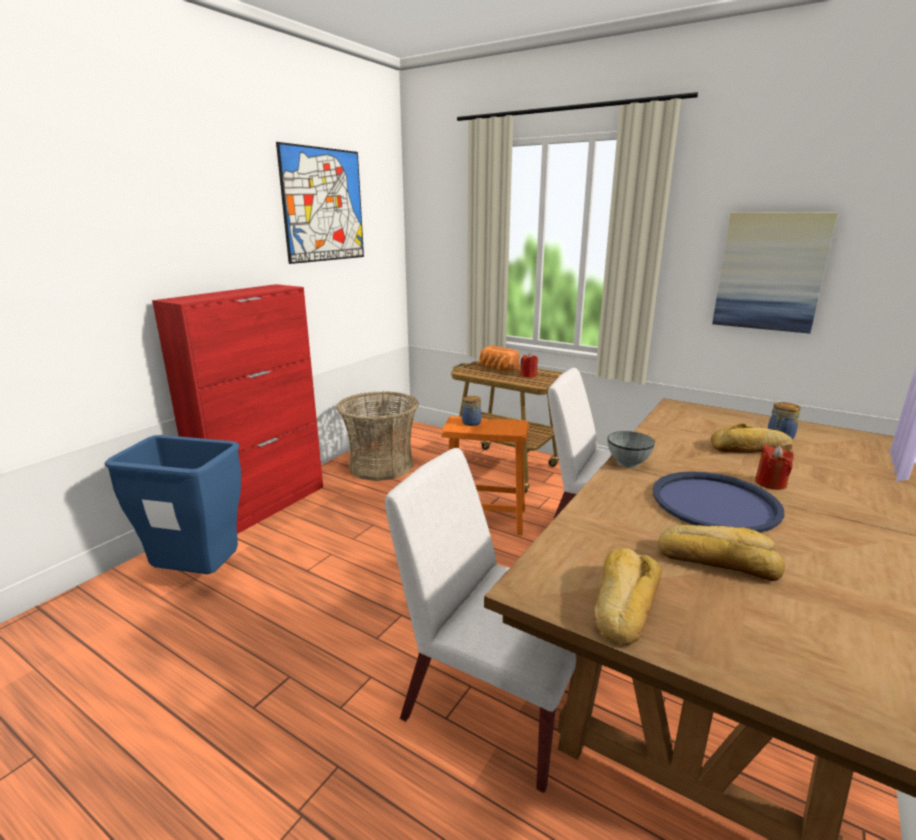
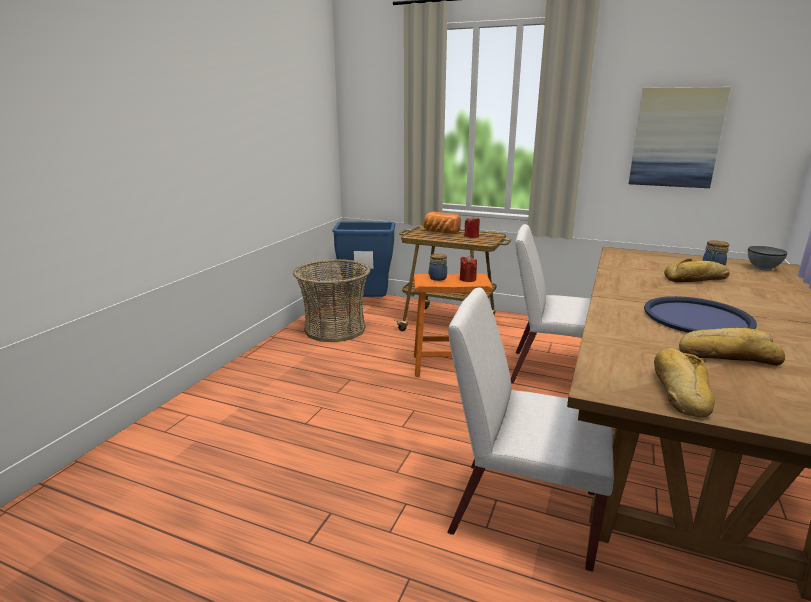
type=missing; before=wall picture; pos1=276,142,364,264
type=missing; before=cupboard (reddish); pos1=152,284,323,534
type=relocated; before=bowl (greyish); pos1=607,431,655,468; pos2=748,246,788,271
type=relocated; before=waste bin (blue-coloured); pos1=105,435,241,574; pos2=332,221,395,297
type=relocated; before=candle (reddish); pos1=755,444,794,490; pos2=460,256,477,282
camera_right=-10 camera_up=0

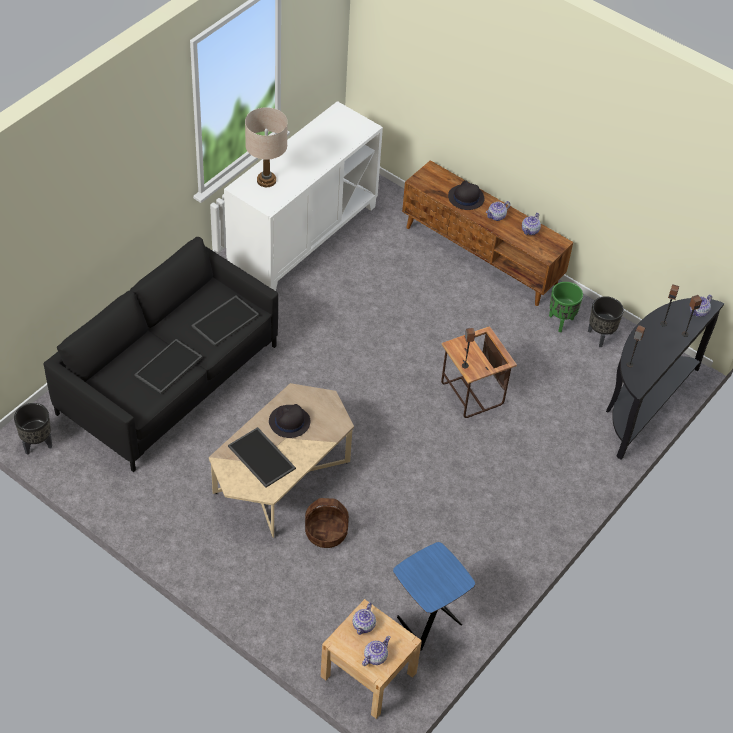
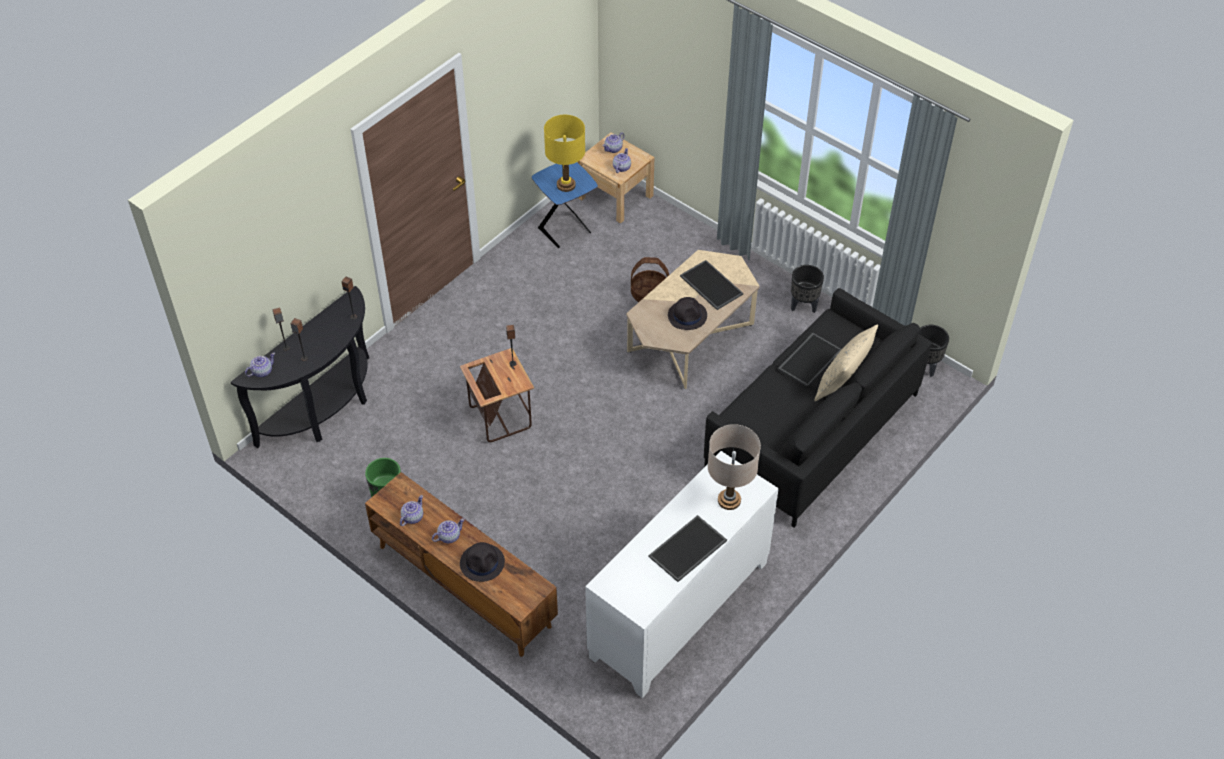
type=relocated; before=tray; pos1=191,295,259,346; pos2=648,515,727,582
type=relocated; before=planter (black-coloured); pos1=588,296,624,347; pos2=791,265,824,313
type=appeared; after=tabletop lamp (yellowish); pos2=544,115,585,192
type=appeared; after=throw pillow (beige-coloured); pos2=814,324,878,401
camera_right=-175 camera_up=0

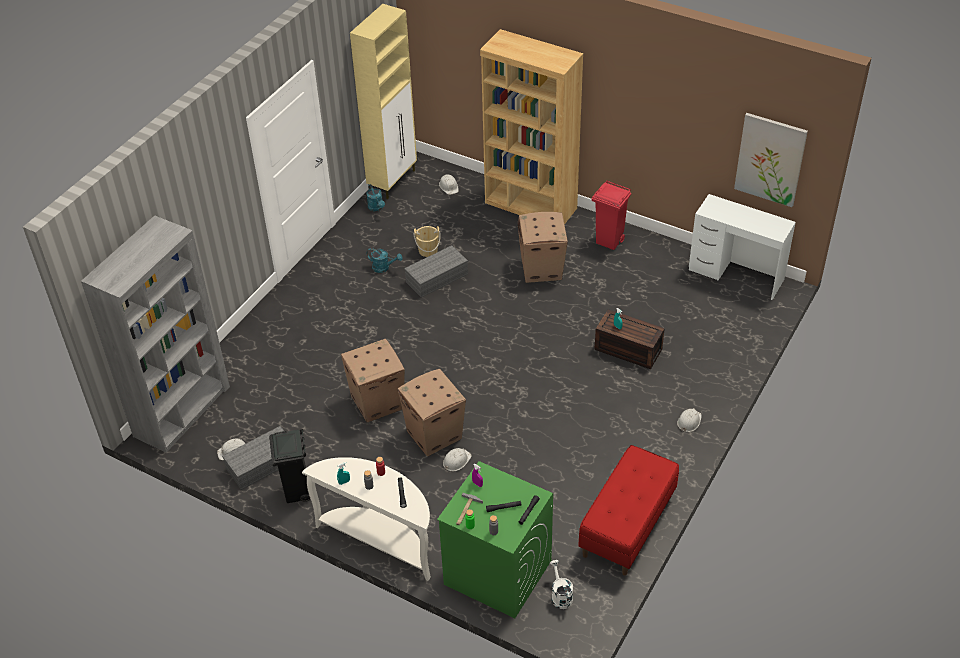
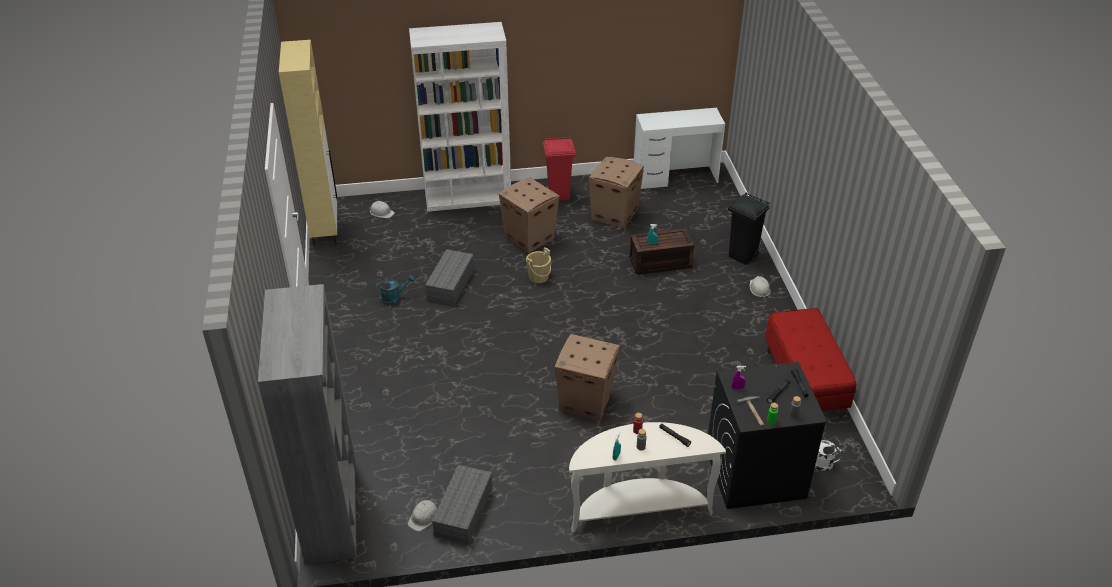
type=colour; before=shelving unit (brownish); after=shelving unit (whitish); pos1=480,29,583,225; pos2=409,22,511,212
type=missing; before=wall picture; pos1=734,113,808,207
type=missing; before=sprinkling can (turquoise-coloured); pos1=366,184,385,212
type=relocated; before=bucket (beige-coloured); pos1=413,226,440,257; pos2=526,247,551,283
type=relocated; before=packing box; pos1=341,339,405,422; pos2=589,157,644,228
type=relocated; before=waste bin (black-coloured); pos1=269,429,310,503; pos2=728,192,770,265
type=missing; before=safety helmet (whitish); pos1=443,448,472,471
type=colour; before=laundry machine (green-coloured); after=laundry machine (black-coloured); pos1=437,461,553,618; pos2=708,362,827,509
camera_right=-40 camera_up=-5

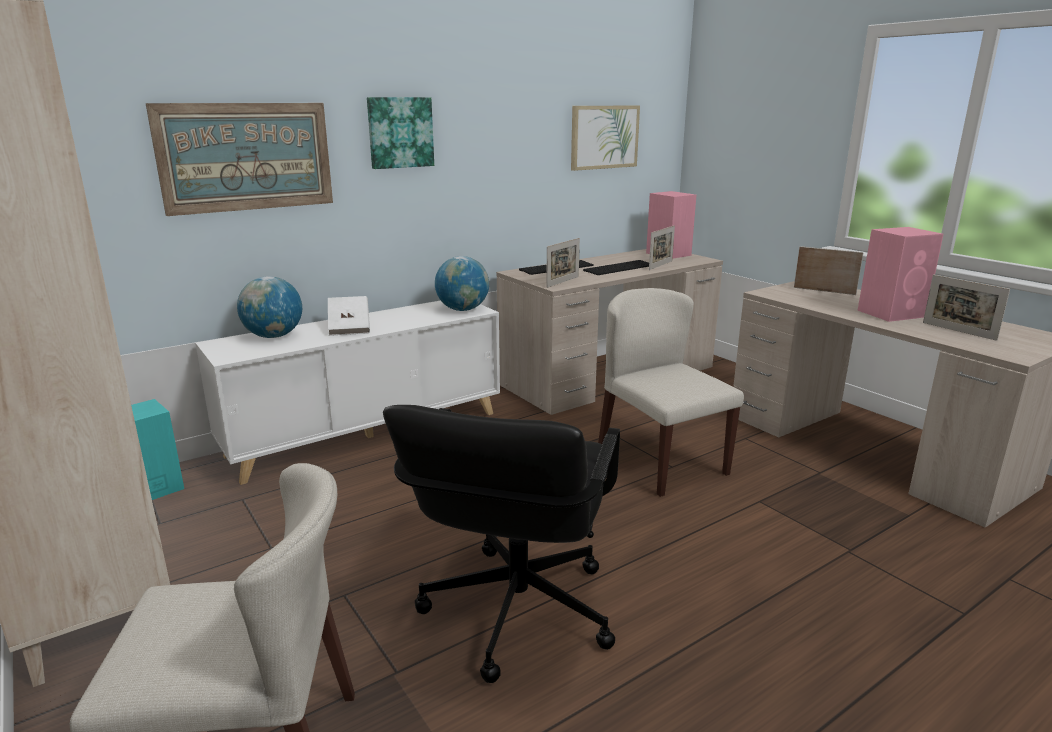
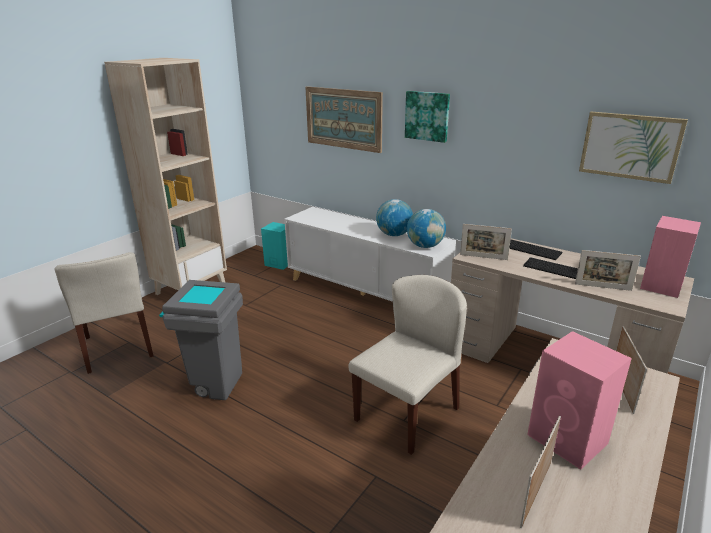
type=relocated; before=desk globe; pos1=237,276,302,338; pos2=376,199,413,236
type=missing; before=volume (whitish); pos1=328,296,370,336
type=exchanged; before=desk chair (black-coloured); after=waste bin (greyish); pos1=383,405,620,683; pos2=159,280,243,400
camera_right=70 camera_up=5

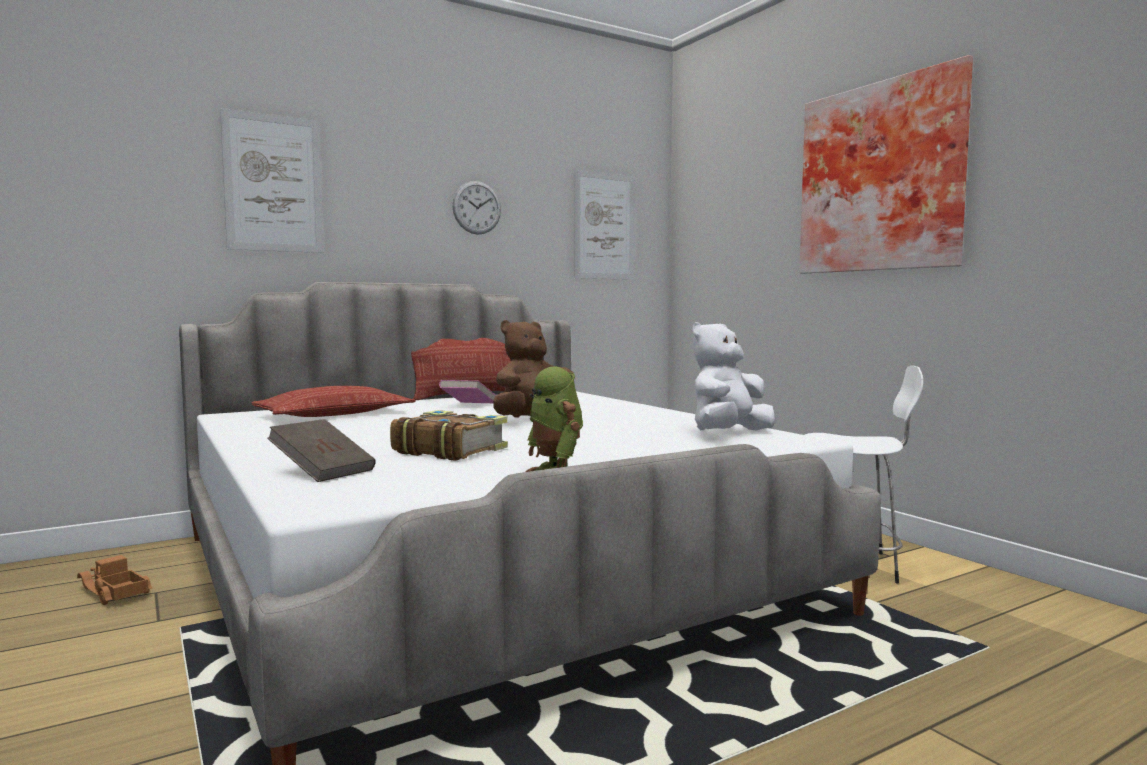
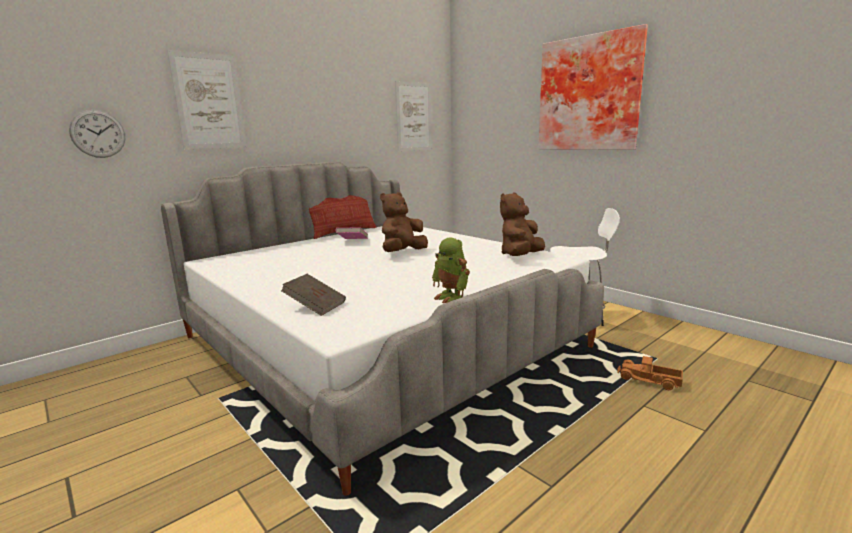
type=relocated; before=clock on the wall; pos1=452,181,501,235; pos2=69,110,125,158
type=colour; before=plush toy (whitish); after=plush toy (brownish); pos1=692,322,775,431; pos2=500,192,545,256
type=missing; before=throw pillow; pos1=252,386,415,417
type=missing; before=volume; pos1=390,410,508,461
type=relocated; before=model truck; pos1=77,555,152,605; pos2=617,356,683,390
camera_right=-10 camera_up=10

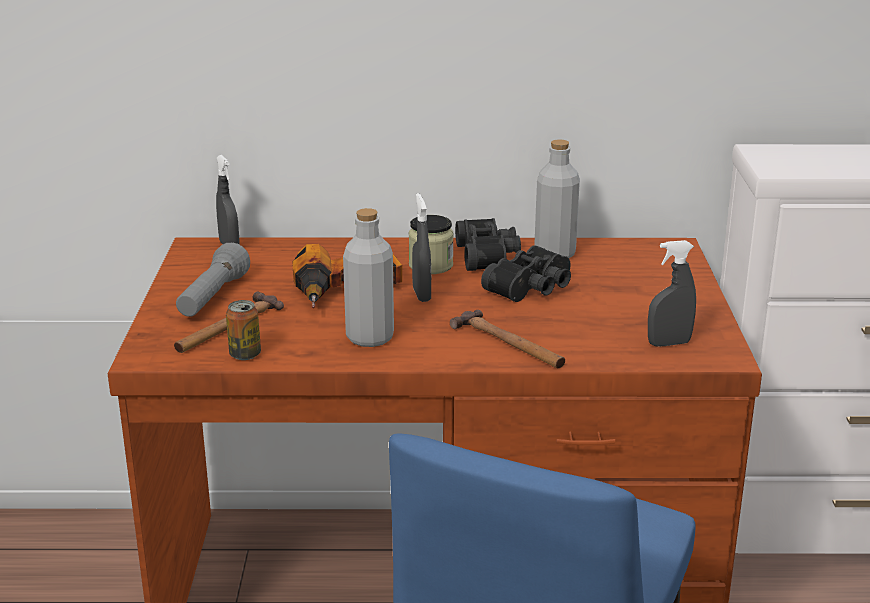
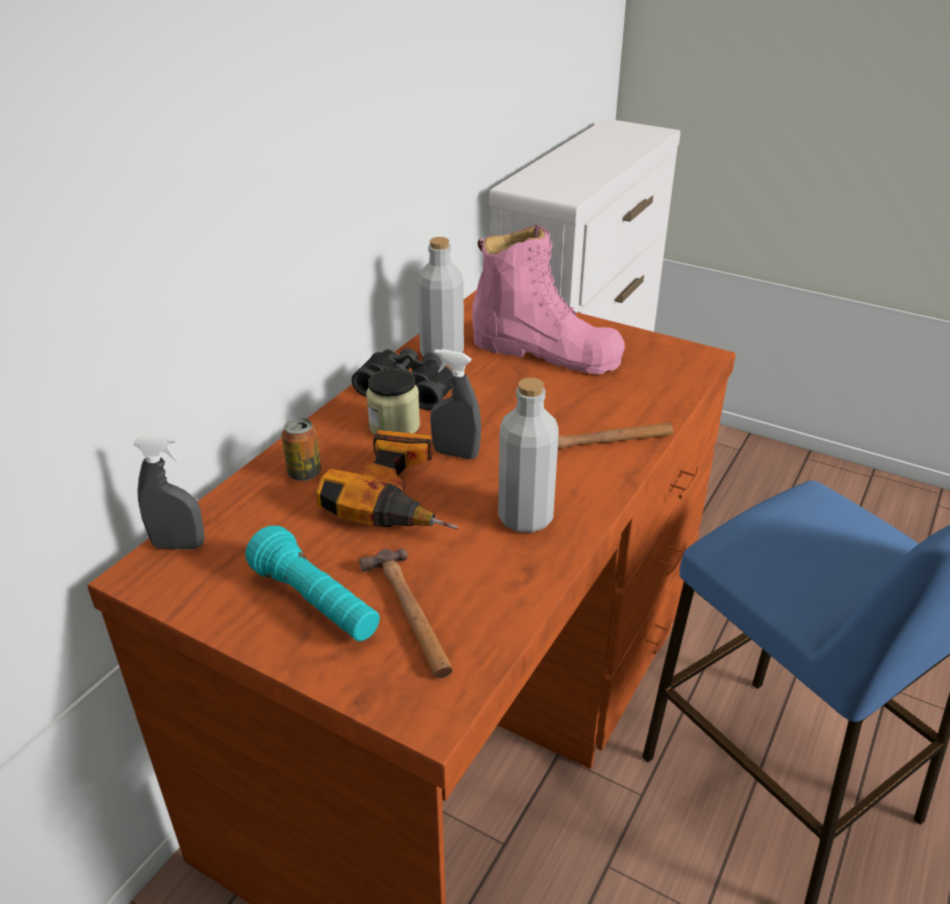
type=missing; before=spray bottle (greyish); pos1=648,240,696,346
type=colour; before=torch (greyish); after=torch (turquoise-coloured); pos1=176,243,250,317; pos2=245,526,380,641
type=missing; before=field glasses (black-coloured); pos1=481,245,571,302
type=relocated; before=sealed can; pos1=226,300,261,360; pos2=281,418,321,481
type=appeared; after=high-top boot (pink); pos2=472,225,625,375
camera_right=-60 camera_up=10

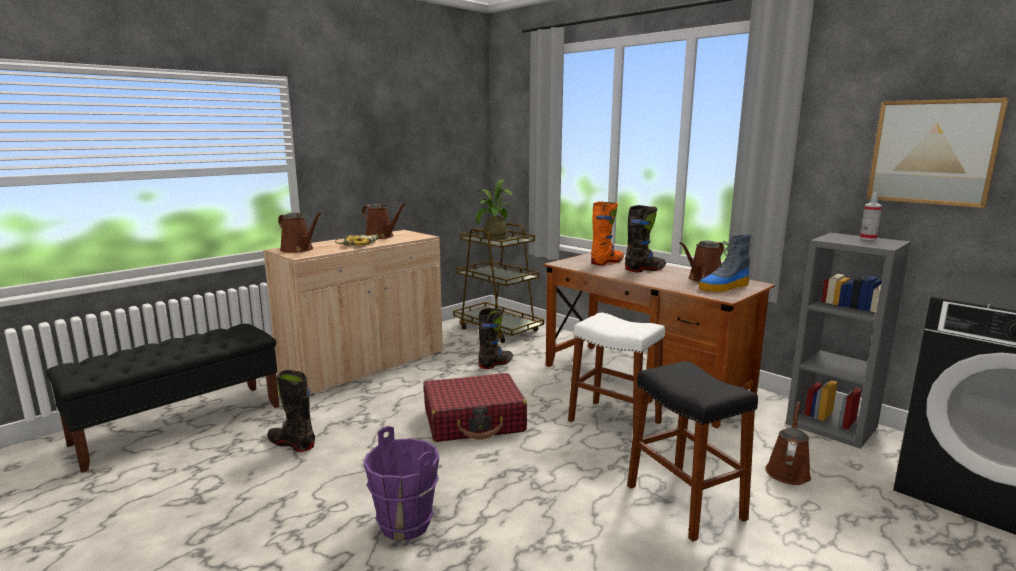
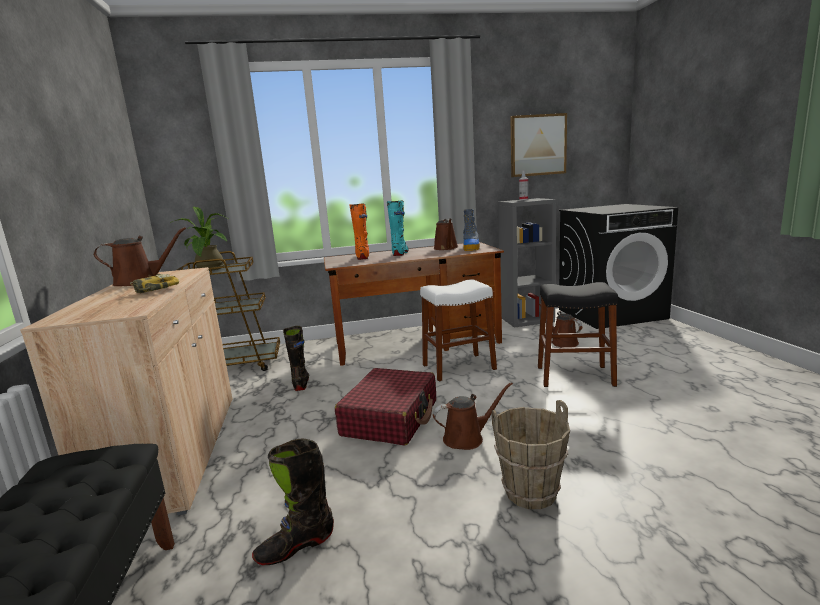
type=colour; before=high-top boot (black-coloured); after=high-top boot (turquoise-coloured); pos1=625,205,666,272; pos2=387,200,409,256
type=relocated; before=sprinkling can (brownish); pos1=278,212,322,253; pos2=433,382,513,450
type=colour; before=bucket (purple-coloured); after=bucket (brownish); pos1=364,426,439,541; pos2=492,400,570,509
camera_right=-55 camera_up=0

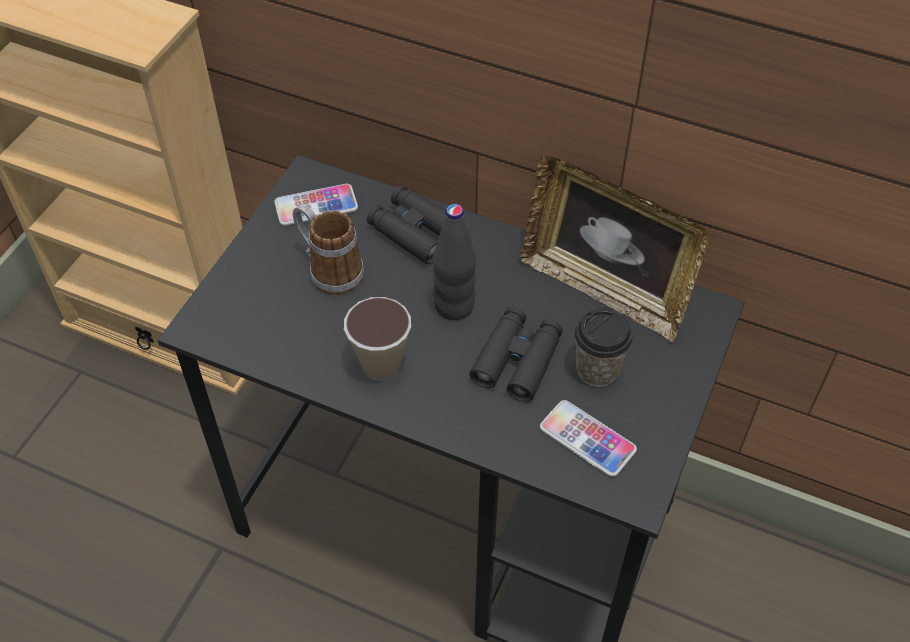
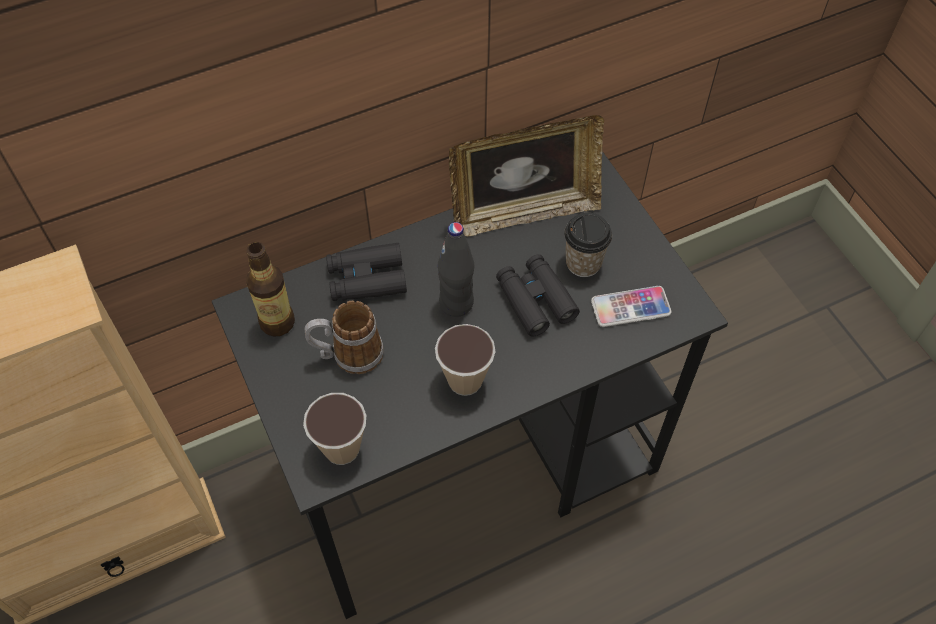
type=exchanged; before=telephone; after=drink bottle; pos1=274,184,358,226; pos2=246,242,295,337
type=appeared; after=cup; pos2=303,393,366,465
camera_right=-50 camera_up=5

